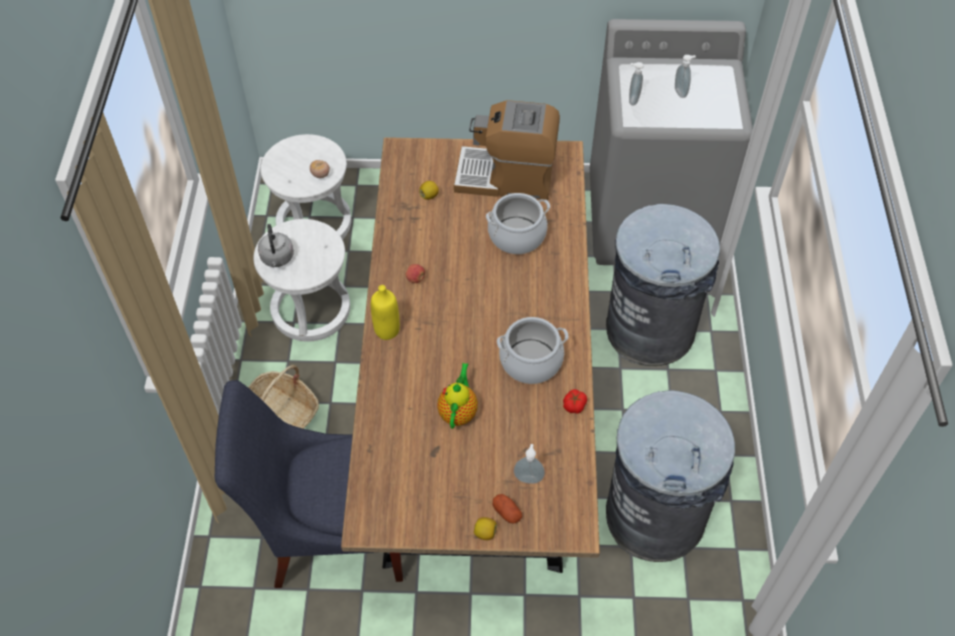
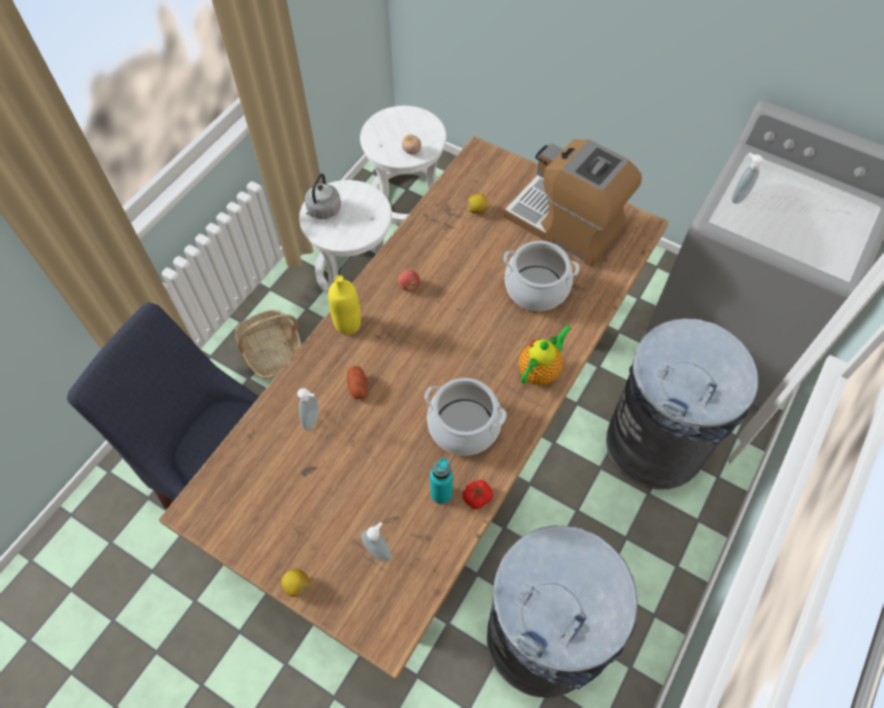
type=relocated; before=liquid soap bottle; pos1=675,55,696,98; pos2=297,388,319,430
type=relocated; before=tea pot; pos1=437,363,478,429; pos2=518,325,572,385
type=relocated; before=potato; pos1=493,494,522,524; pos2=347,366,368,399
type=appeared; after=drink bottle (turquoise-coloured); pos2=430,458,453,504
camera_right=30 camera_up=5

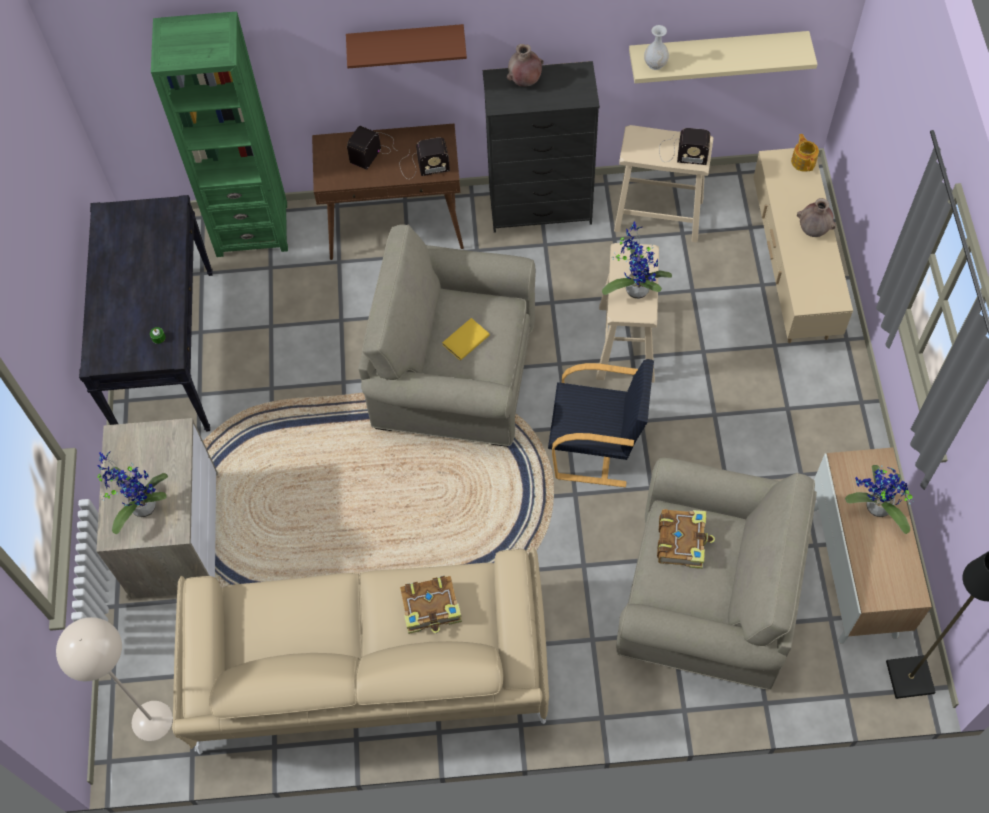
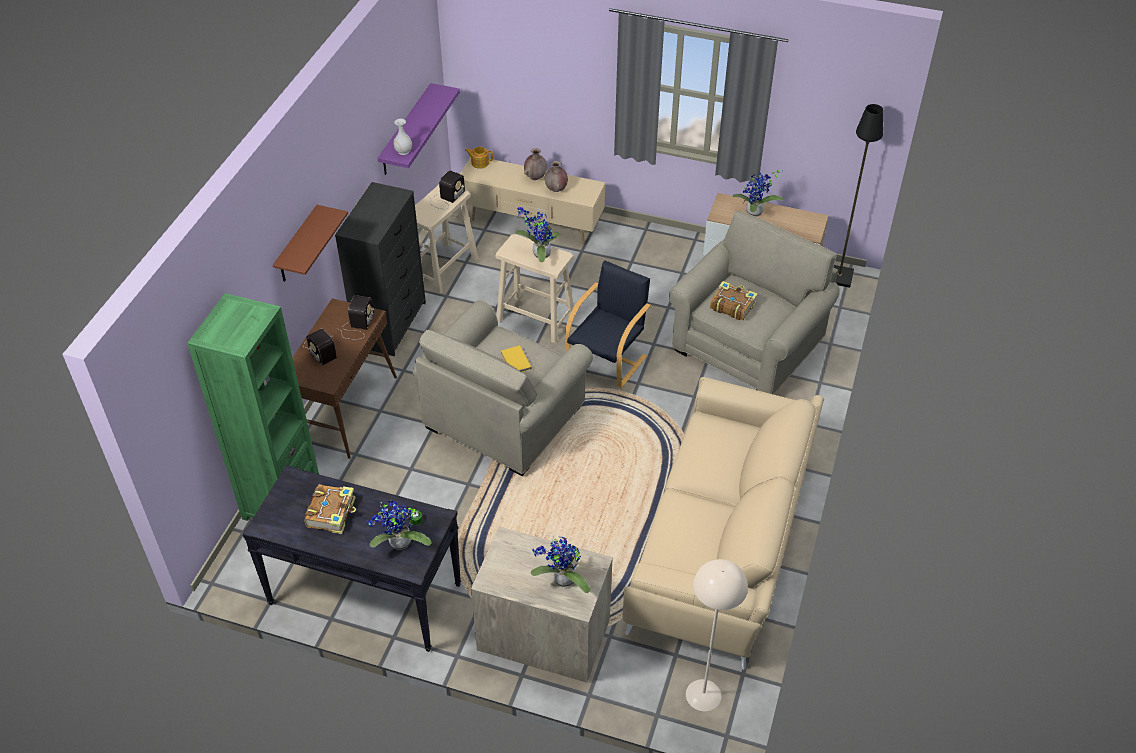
type=colour; before=bracket shelf (beige-coloured); after=bracket shelf (purple-coloured); pos1=629,31,817,83; pos2=378,83,460,175
type=relocated; before=vase (brownish); pos1=507,44,543,87; pos2=545,161,568,192
type=relocated; before=volume; pos1=400,576,462,634; pos2=304,484,356,534
type=appeared; after=potted plant; pos2=367,500,432,550
camera_right=-70 camera_up=-15

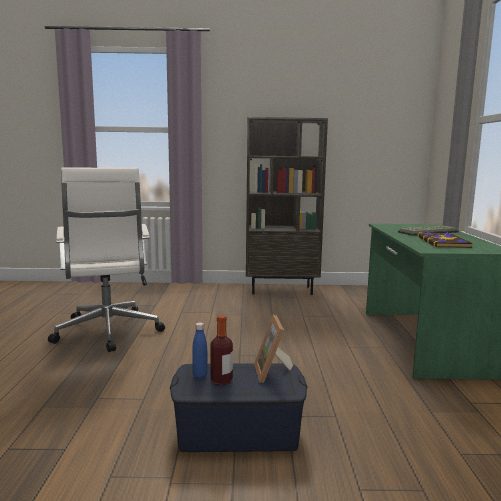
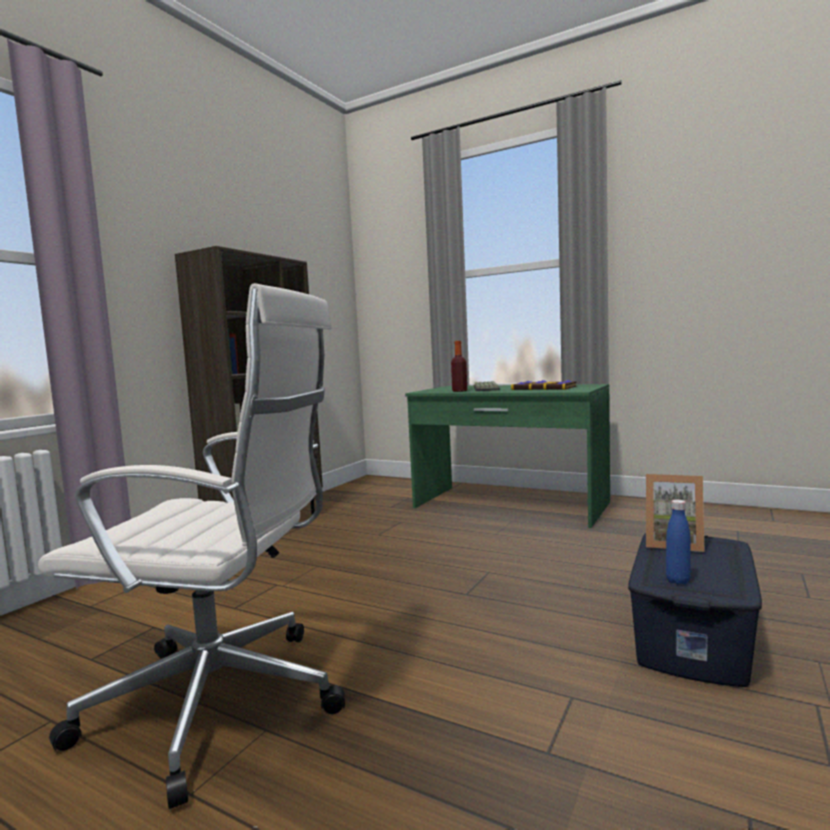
type=relocated; before=drink bottle; pos1=210,315,233,385; pos2=451,341,467,392
camera_right=-60 camera_up=-5

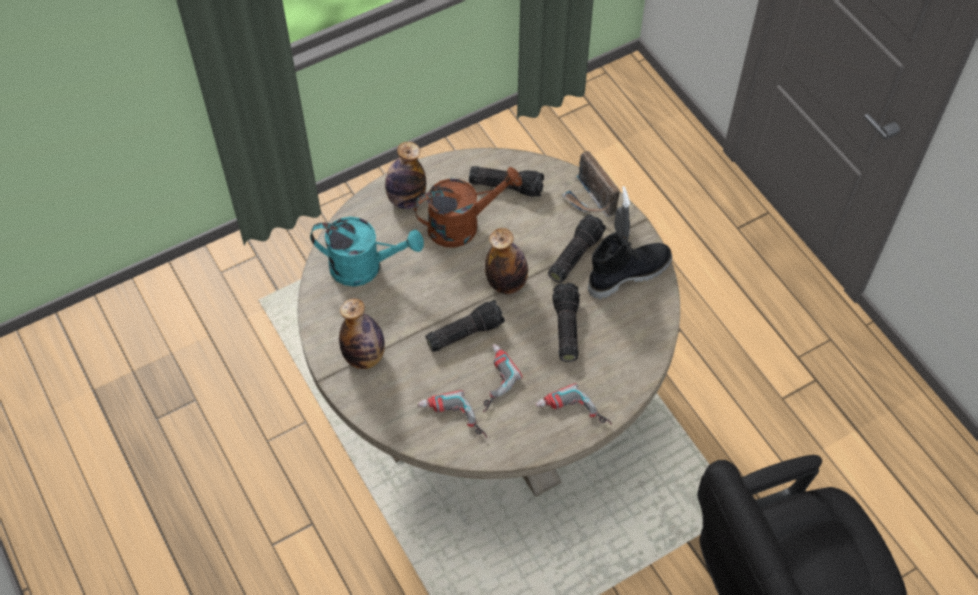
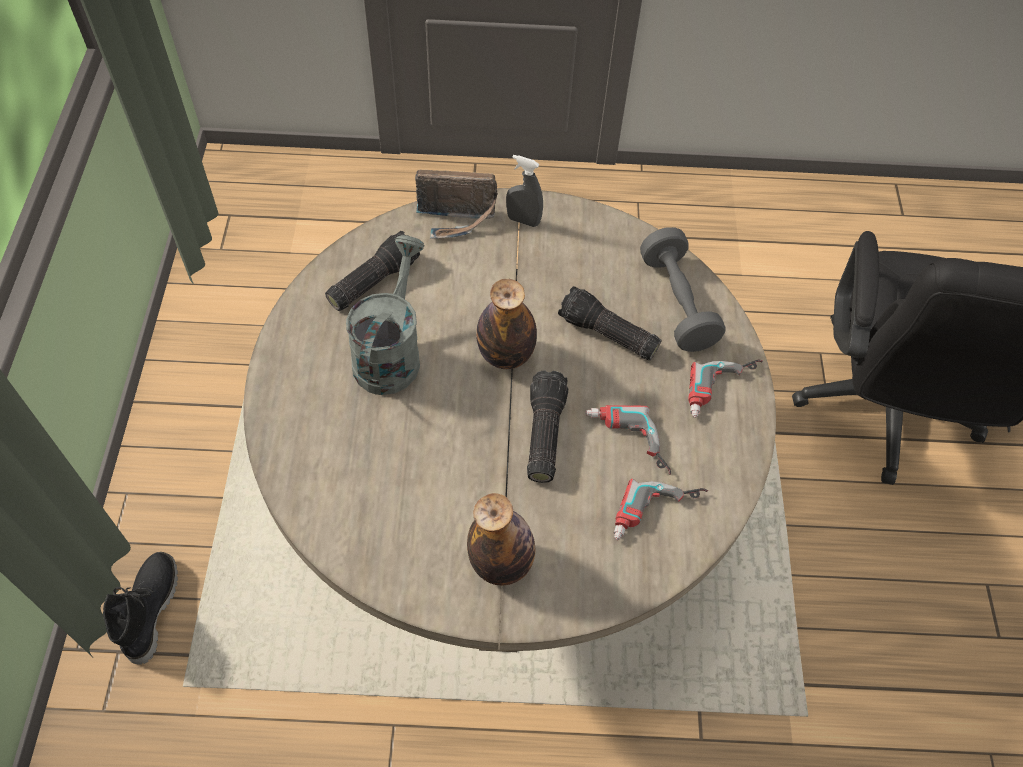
type=missing; before=drink bottle; pos1=385,142,426,209
type=colour; before=sprinkling can (brownish); after=sprinkling can (greyish); pos1=414,167,522,248; pos2=346,235,425,395
type=missing; before=torch; pos1=548,214,606,283
type=missing; before=sprinkling can (turquoise-coloured); pos1=310,217,424,287
type=relocated; before=high-top boot (black-coloured); pos1=588,232,672,299; pos2=103,552,178,665
type=appeared; after=hand weight (greyish); pos2=640,227,725,352
camera_right=-60 camera_up=0

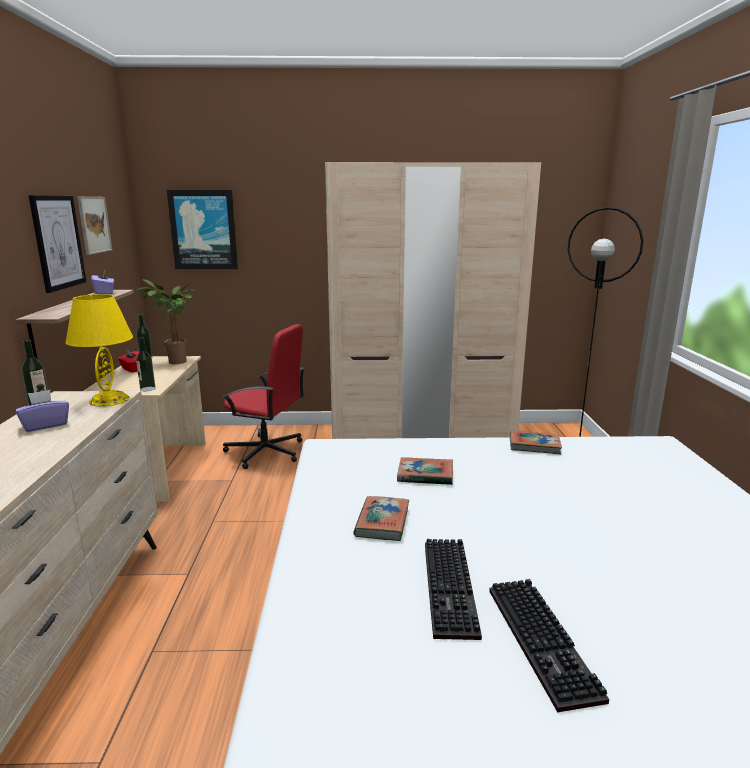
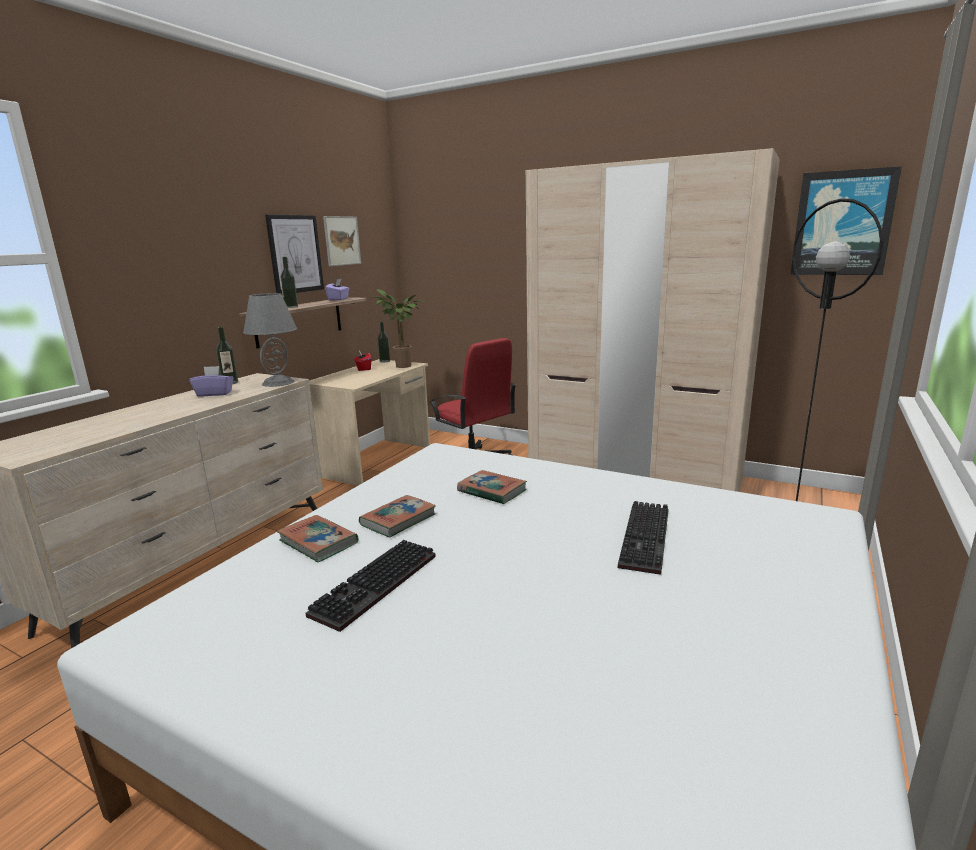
type=relocated; before=wall picture; pos1=167,190,238,269; pos2=790,166,902,275
type=colour; before=tabletop lamp (yellowish); after=tabletop lamp (greyish); pos1=65,294,133,407; pos2=243,293,297,387
type=relocated; before=drink bottle; pos1=136,337,156,391; pos2=280,257,298,308
type=relocated; before=volume; pos1=510,431,562,454; pos2=277,515,359,562
type=relocated; before=computer keyboard; pos1=489,579,609,712; pos2=618,501,669,575
camera_right=30 camera_up=0

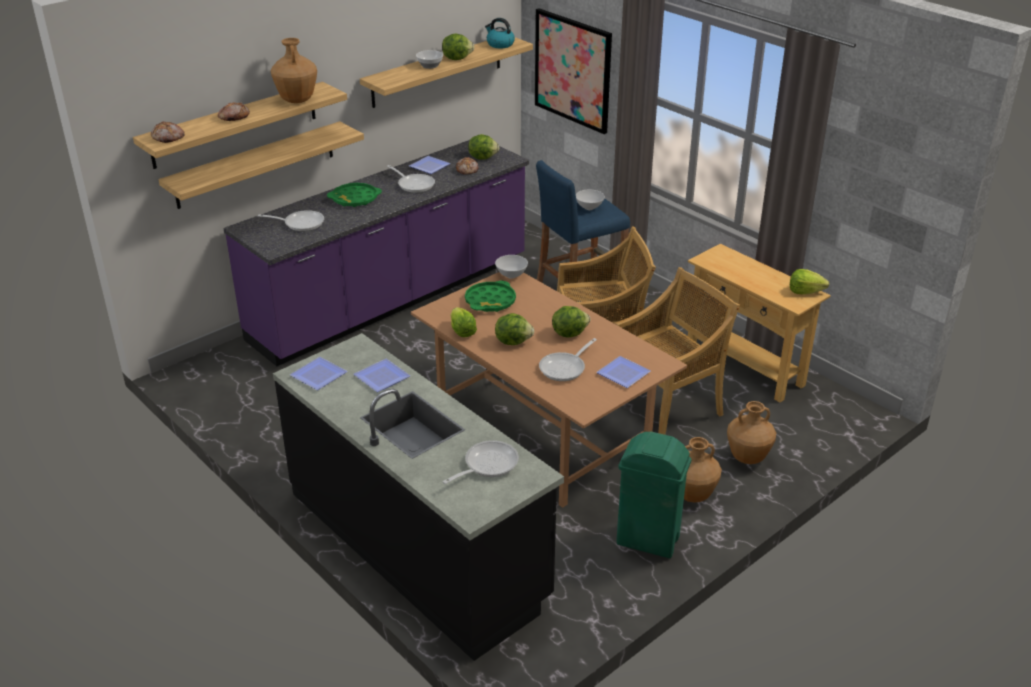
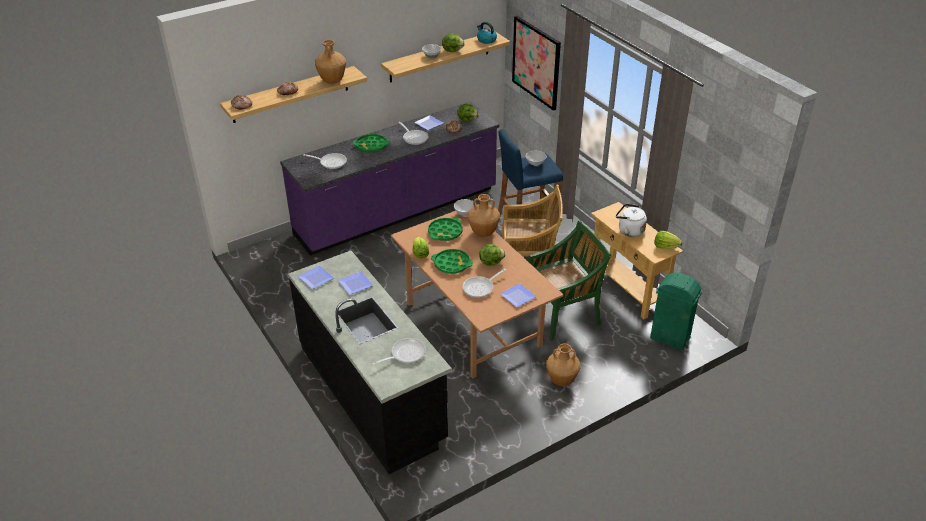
type=missing; before=bracket shelf; pos1=158,121,364,209
type=colour; before=upright chair (beige-coloured); after=upright chair (green-coloured); pos1=615,267,740,435; pos2=528,220,612,341
type=exchanged; before=lettuce; after=tray (green-coloured); pos1=495,313,534,345; pos2=431,249,473,274
type=relocated; before=vase (brownish); pos1=727,401,776,464; pos2=468,194,500,237
type=relocated; before=waste bin (green-coloured); pos1=616,432,692,558; pos2=650,272,702,350
type=appeared; after=water kettle (whitish); pos2=616,204,647,237
camera_right=10 camera_up=5

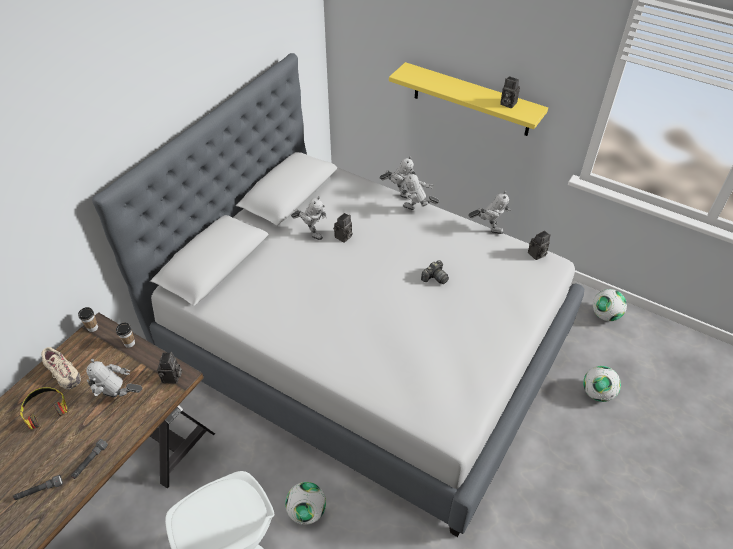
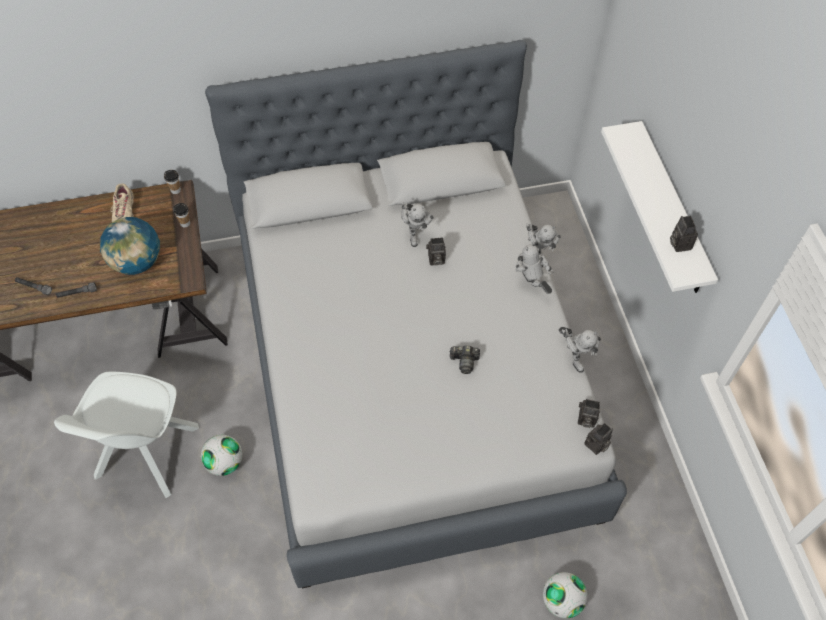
type=colour; before=bracket shelf (yellowish); after=bracket shelf (whitish); pos1=389,62,548,136; pos2=601,121,718,293
type=missing; before=football; pos1=593,289,627,321
type=relocated; before=still camera; pos1=157,352,182,384; pos2=584,423,613,455
type=exchanged; before=toy robot; after=desk globe; pos1=86,359,142,398; pos2=100,217,160,275
type=missing; before=headset; pos1=20,387,67,430
camera_right=45 camera_up=10

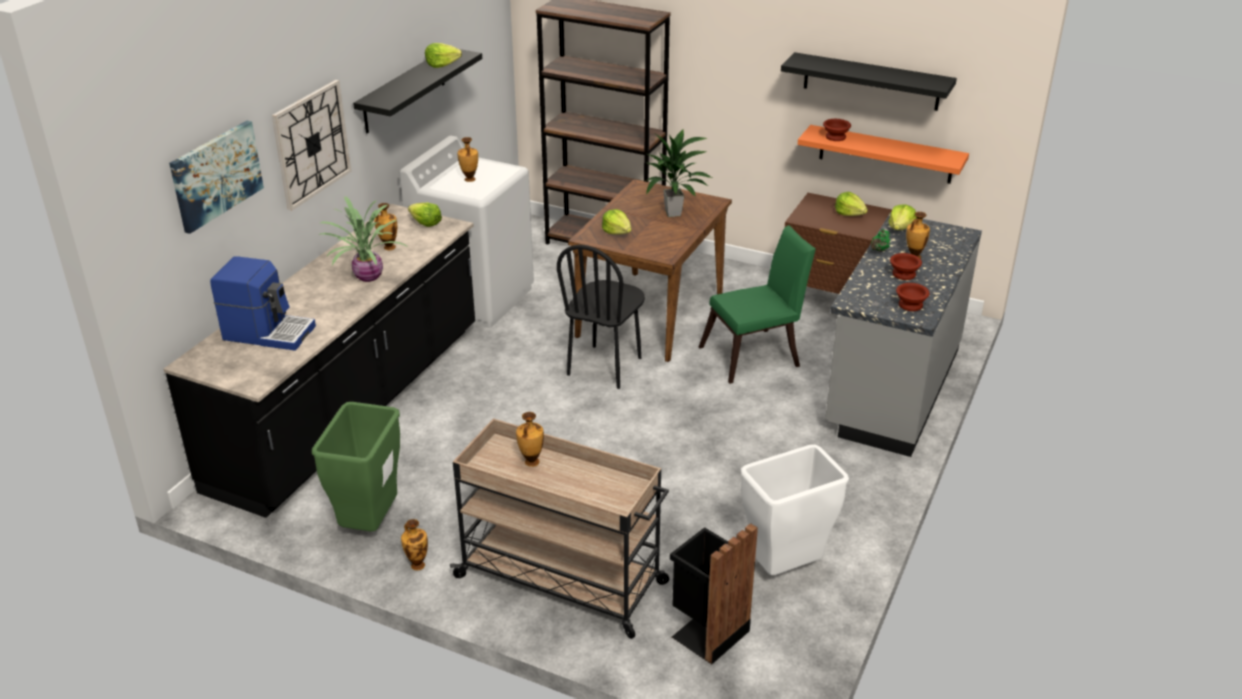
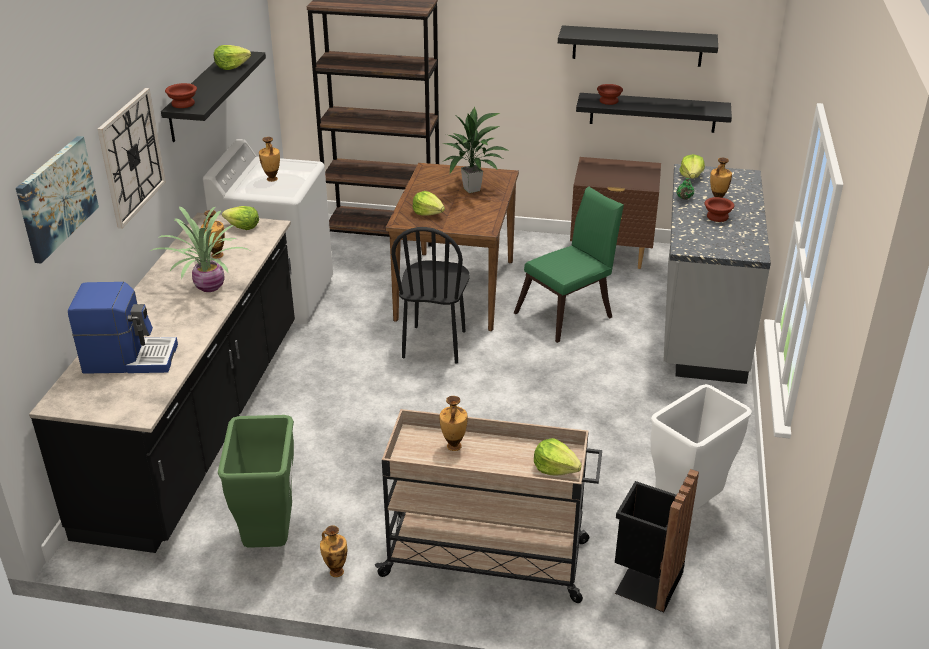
type=colour; before=bracket shelf (orange-coloured); after=bracket shelf (black-coloured); pos1=798,125,969,184; pos2=576,93,732,133
type=relocated; before=lettuce; pos1=835,192,868,216; pos2=534,438,582,476
type=relocated; before=bowl (brownish); pos1=896,283,930,311; pos2=165,83,197,108
camera_right=-15 camera_up=0

